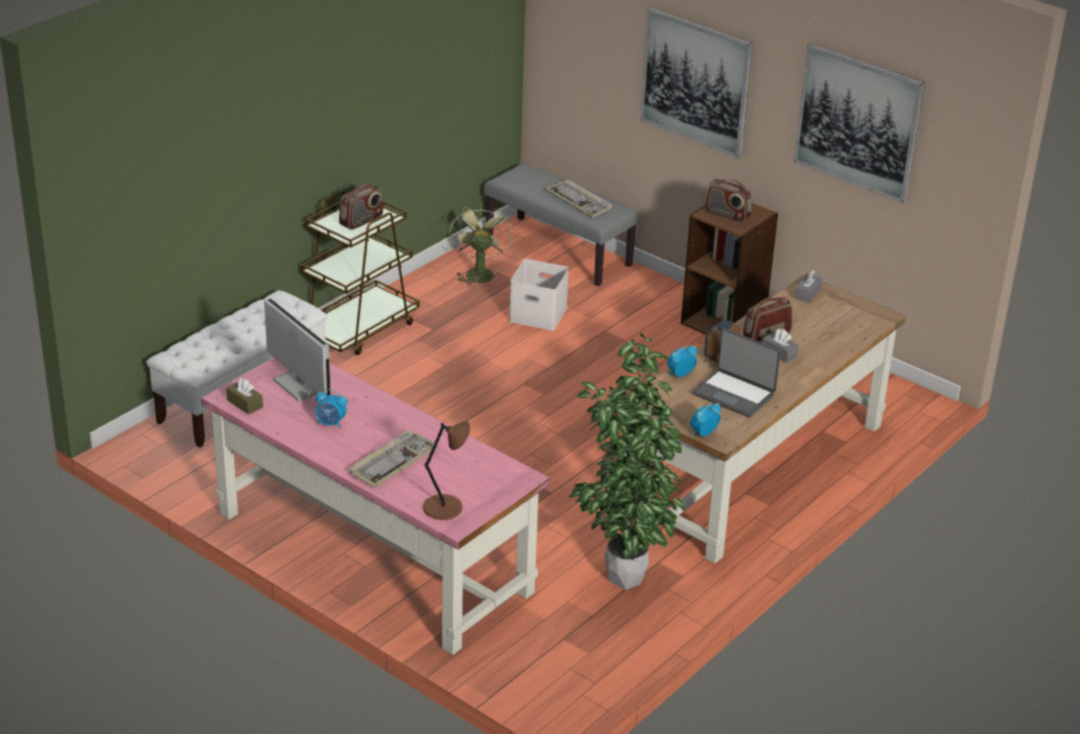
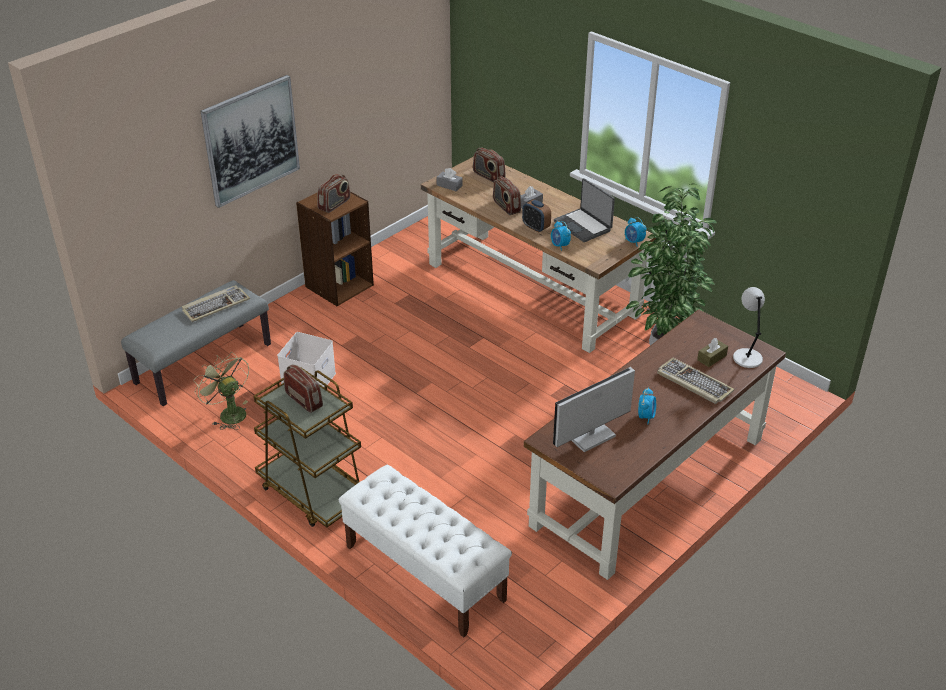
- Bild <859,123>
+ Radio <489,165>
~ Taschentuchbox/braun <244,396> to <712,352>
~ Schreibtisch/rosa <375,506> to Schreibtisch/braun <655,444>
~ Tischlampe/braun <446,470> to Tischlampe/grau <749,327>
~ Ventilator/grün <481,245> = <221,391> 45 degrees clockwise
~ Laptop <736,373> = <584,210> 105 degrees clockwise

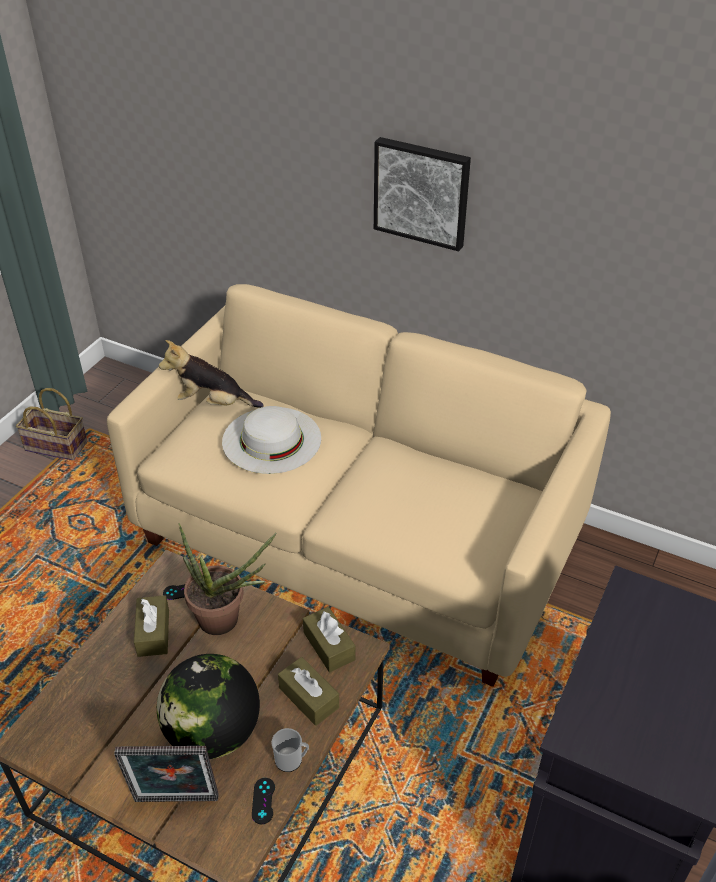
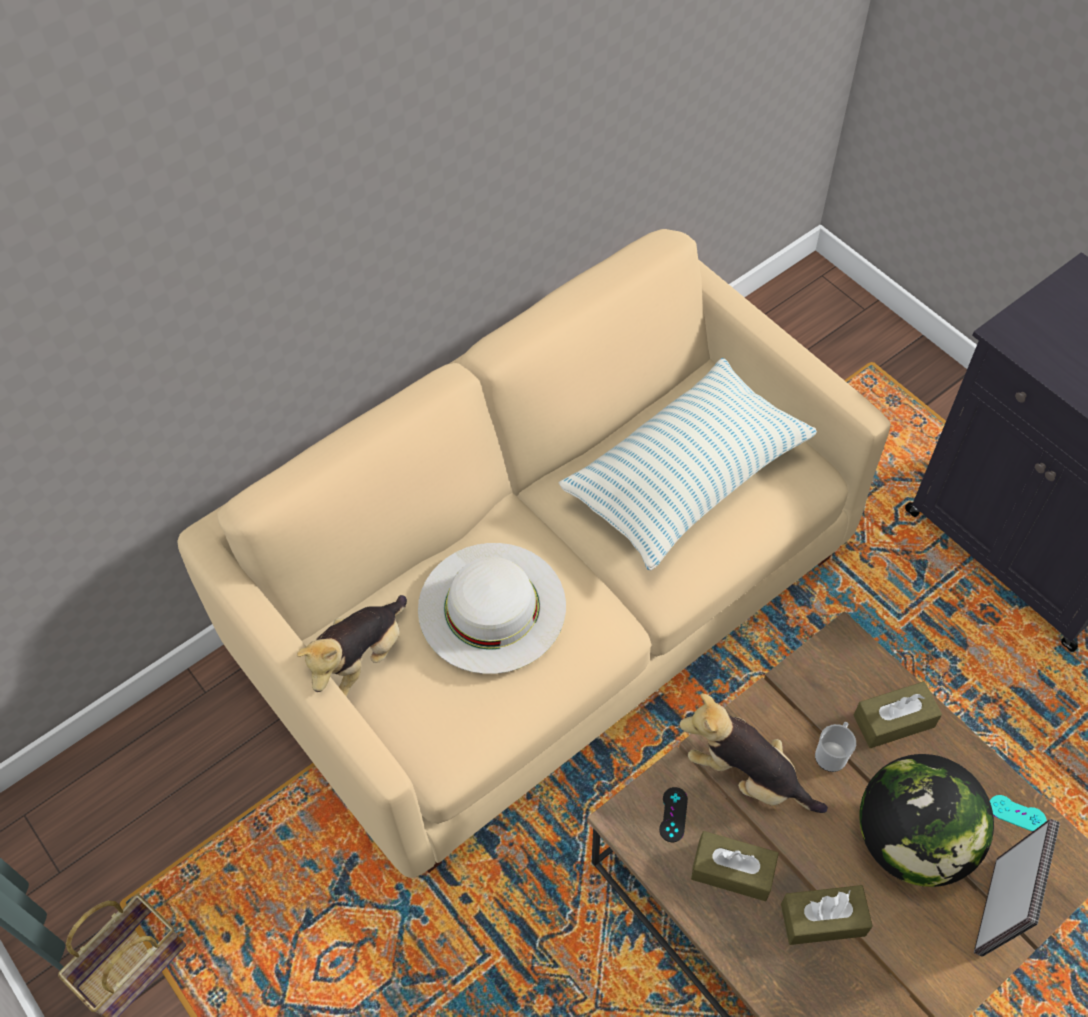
- Bild <422,194>
+ Kissen <688,464>
~ Henkelbecher <290,750> to <835,747>
~ Taschentuchbox/braun <329,639> to <827,915>
~ Topfpflanze <228,579> to Plüschtier <753,753>
~ Gamepad/schwarz <263,801> to Gamepad/türkis <1018,813>

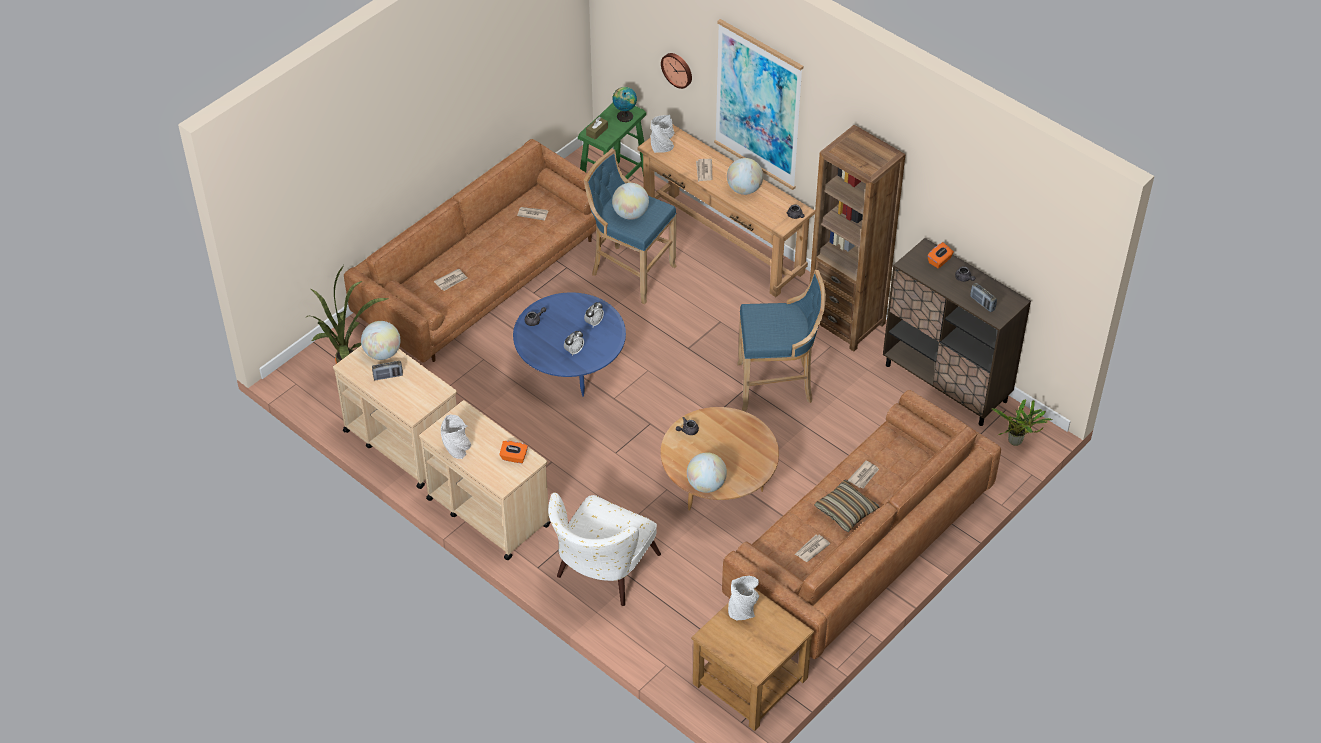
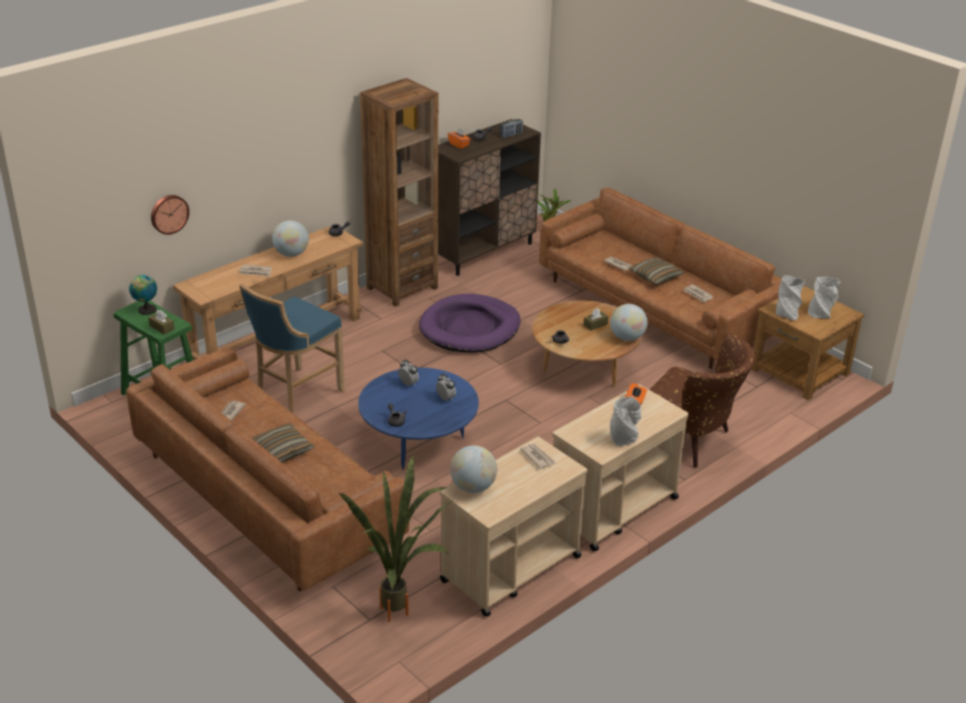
- Radio <387,370>
- Globus <630,201>
- Bild <758,104>
+ Kissen <283,442>
+ Taschentuchbox/braun <596,319>
~ Zeitung <450,279> to <538,456>
~ Vase/grau <663,134> to <824,297>
~ Hocker/blau <781,340> to Hundebett/lila <469,323>
~ Sessel/weiß <604,549> to Sessel/braun <702,400>

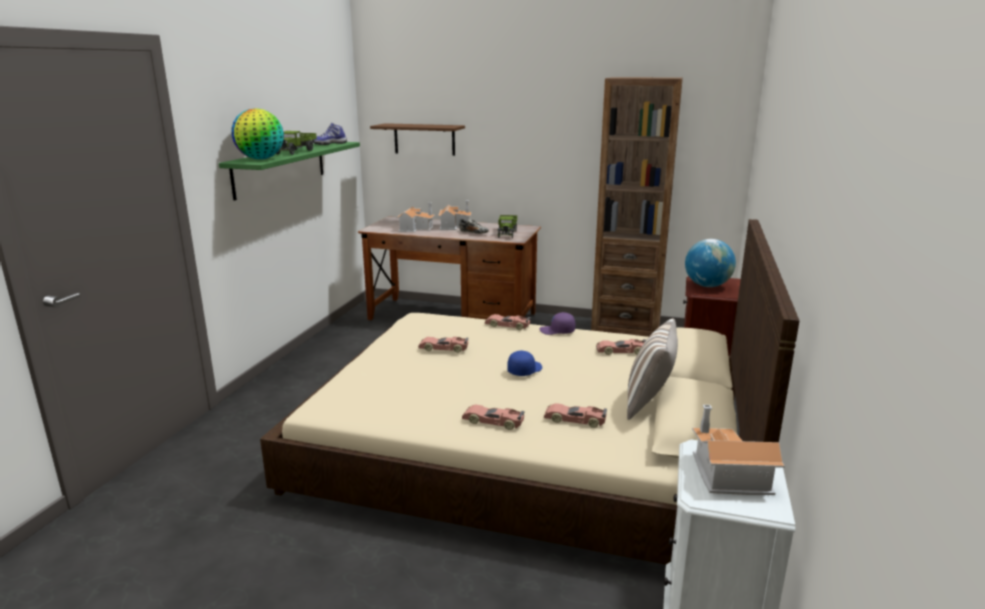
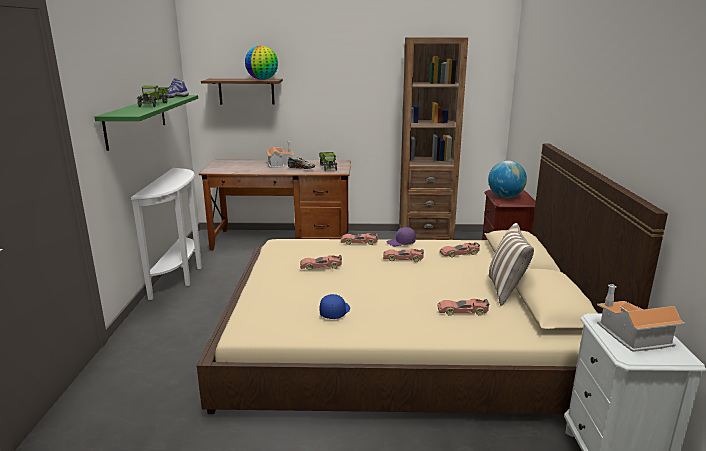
- Spielzeughaus <415,217>
+ Konsolentisch/weiß <166,234>
~ Globus <257,133> to <261,62>
~ Spielzeugauto <493,417> to <403,255>
~ Kappe/blau <524,363> to <335,306>

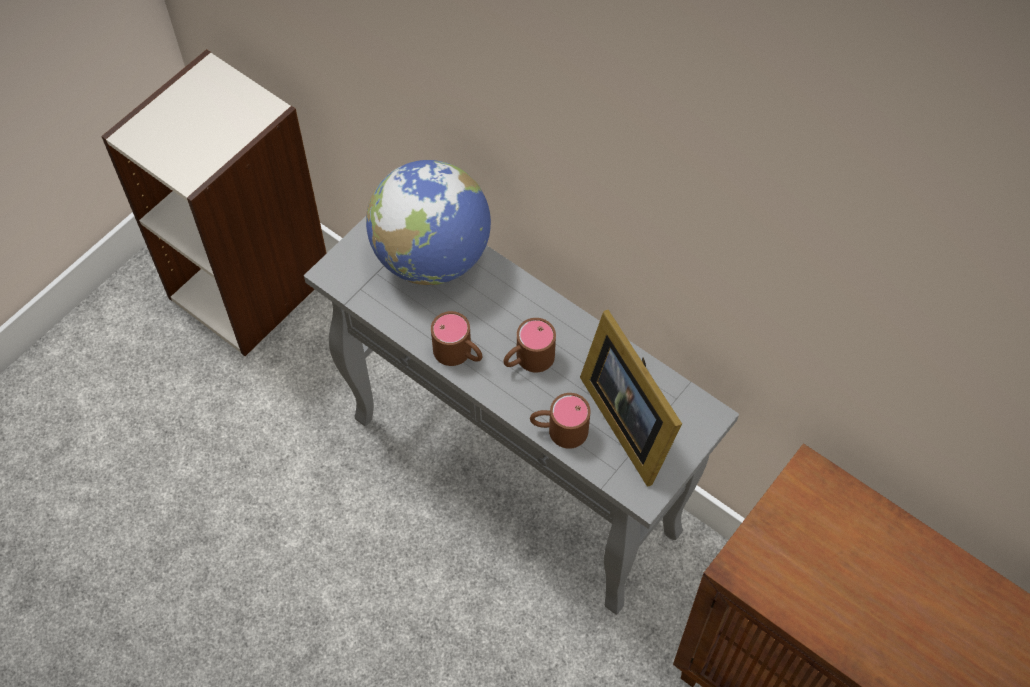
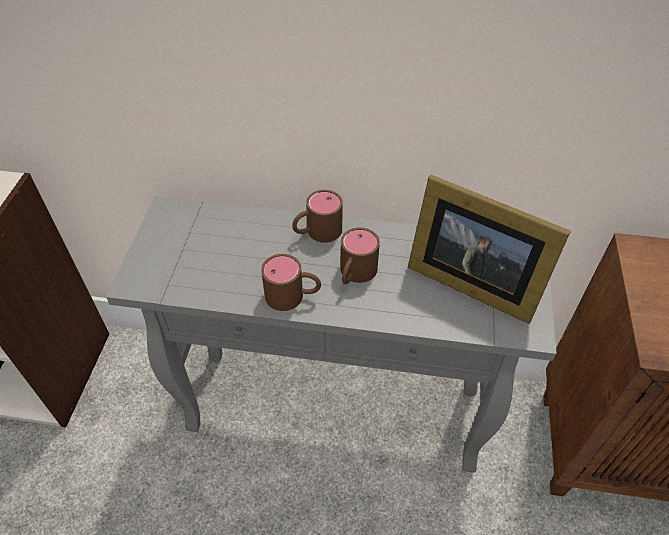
- Globus <428,222>
~ Henkelbecher/braun <560,421> to <317,216>

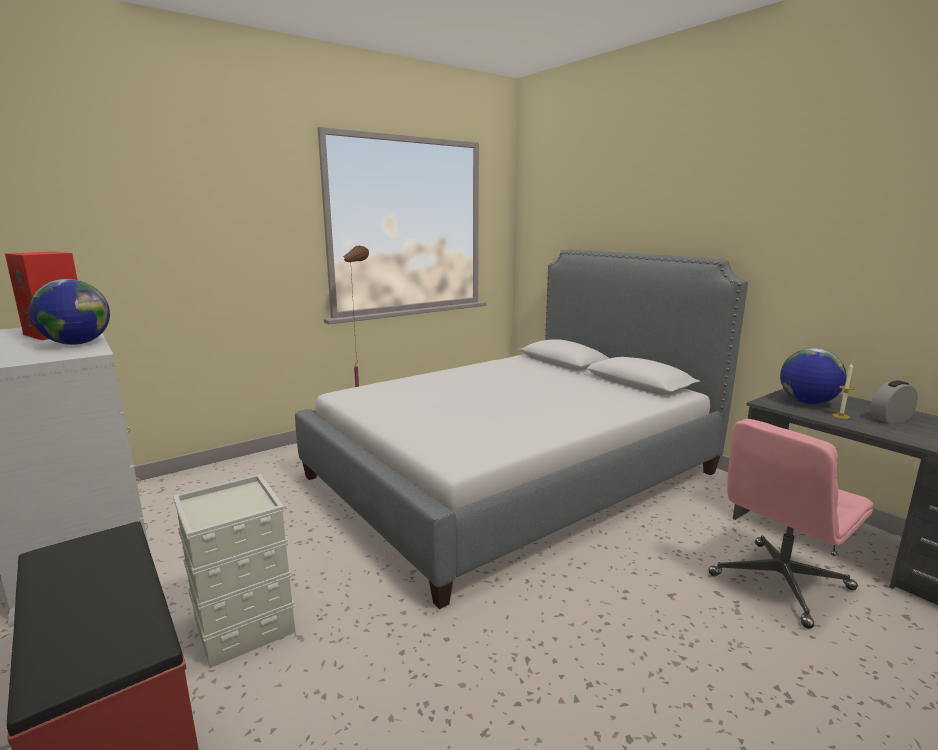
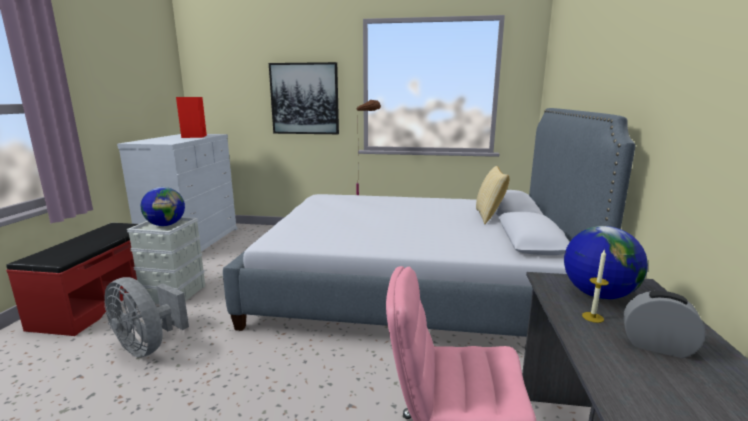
+ Ventilator/grau <147,317>
+ Bild <304,98>
+ Kissen <492,195>
~ Globus <69,312> to <163,206>

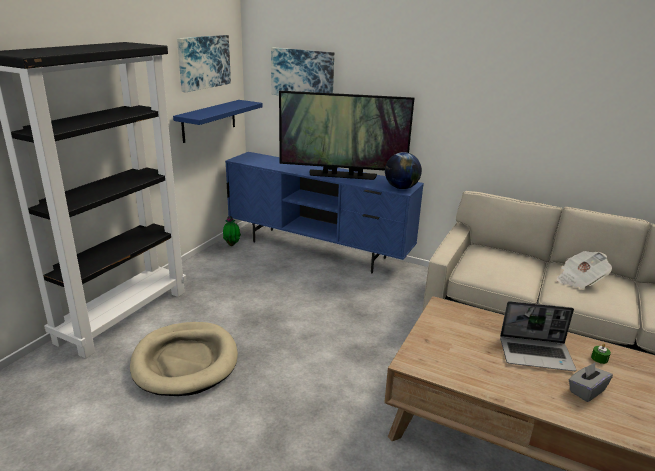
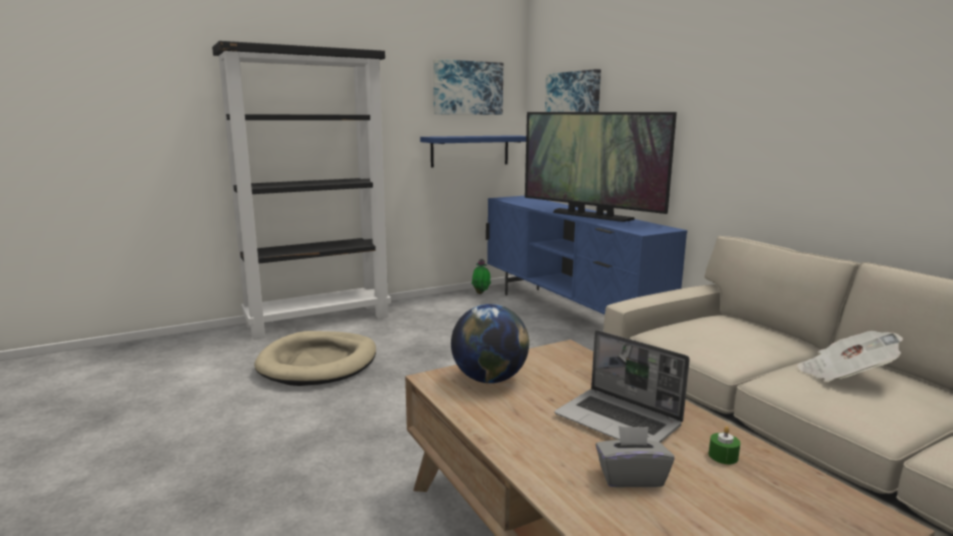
~ Globus <403,170> to <490,343>

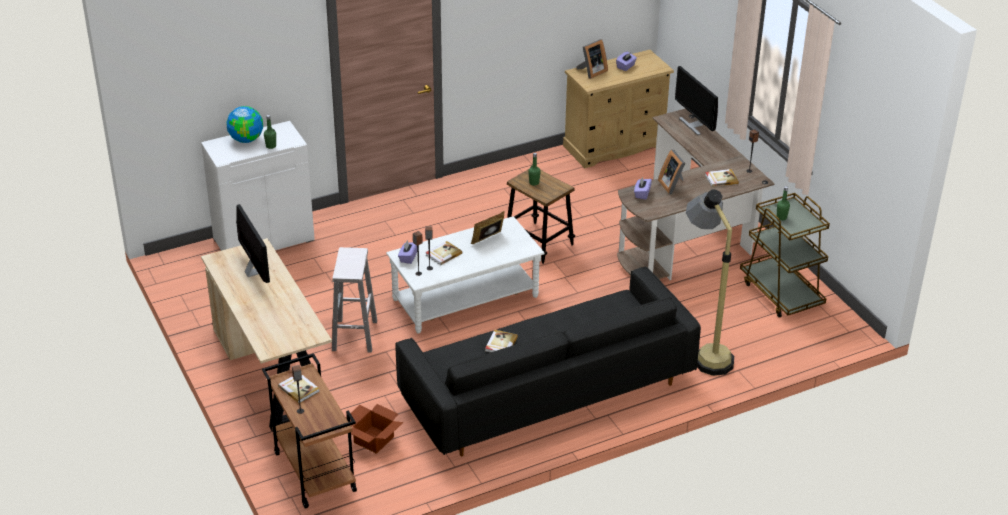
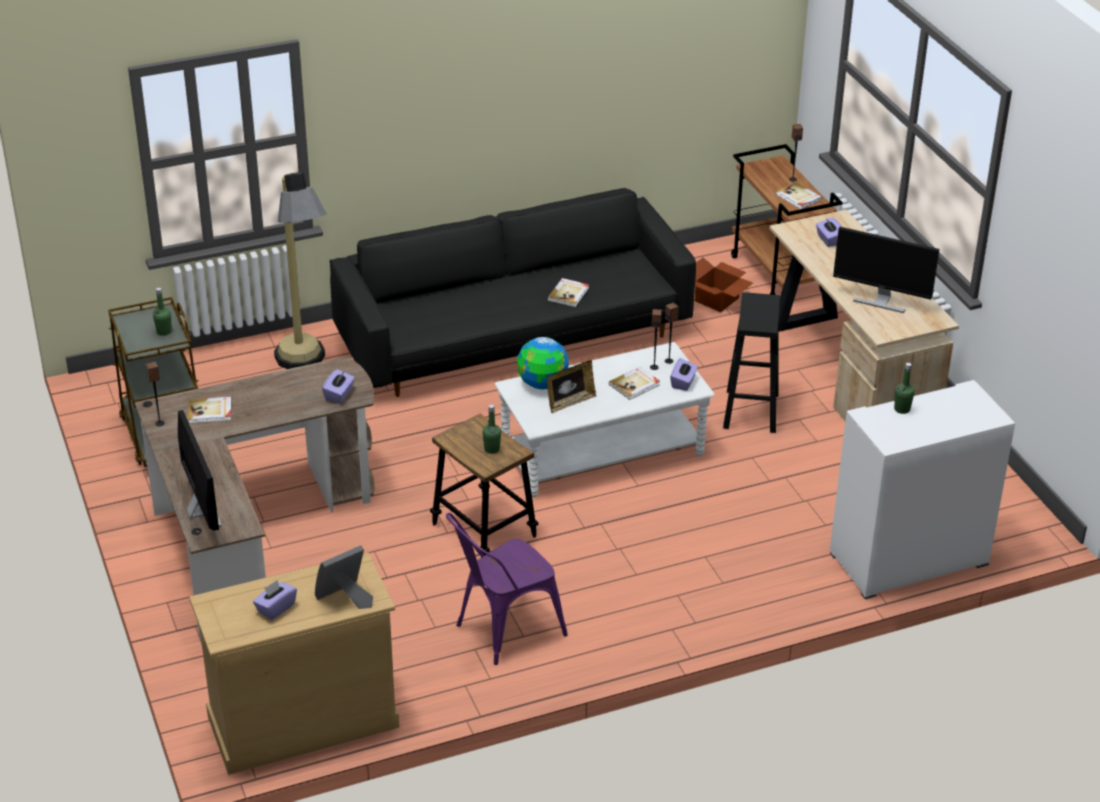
- Bilderrahmen <671,171>
+ Stuhl/lila <507,589>
+ Taschentuchbox/lila <829,232>
~ Globus <244,124> to <543,363>
~ Hocker/weiß <354,300> to Hocker/schwarz <751,362>
~ Monitor <253,243> = <886,270> 45 degrees counterclockwise

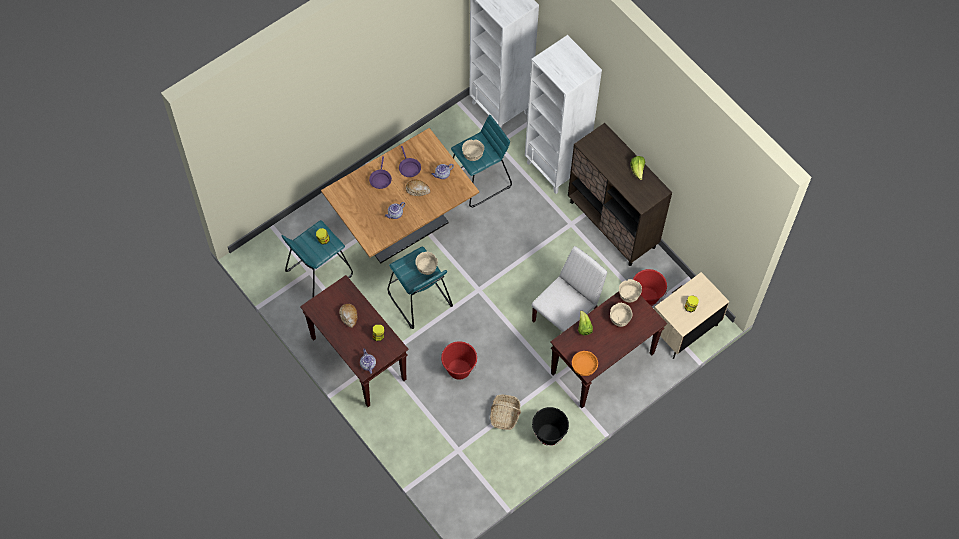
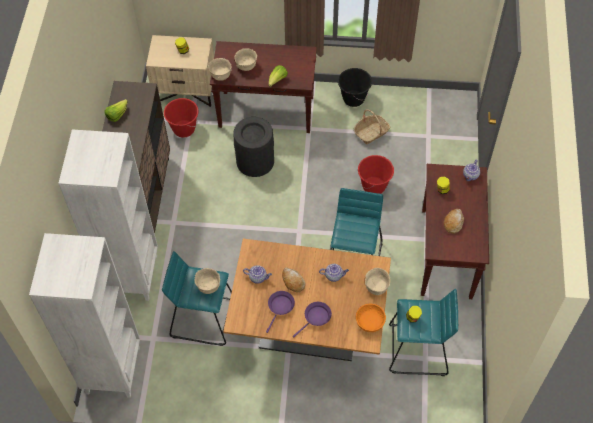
~ Schüssel/beige <426,263> to <378,281>
~ Schüssel/orange <585,363> to <371,318>
~ Stuhl/weiß <569,289> to Mülleimer/schwarz <253,147>

